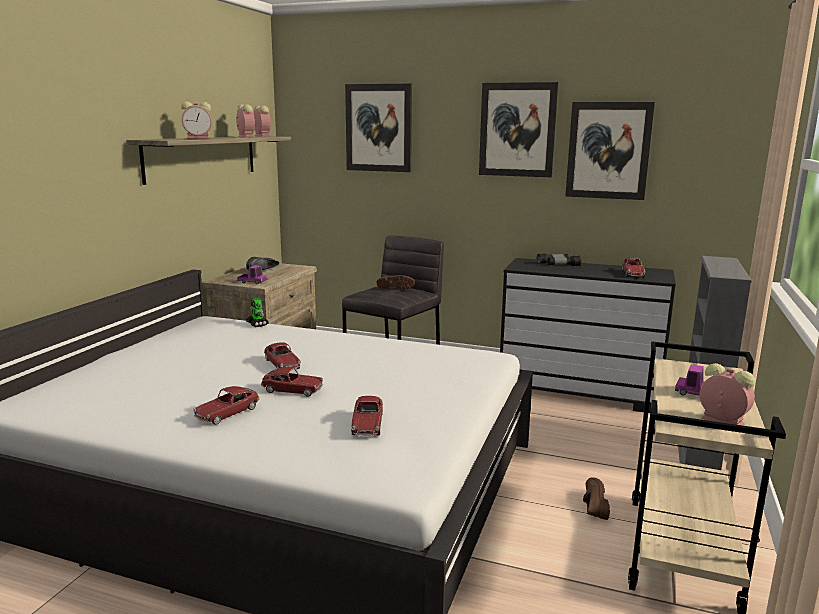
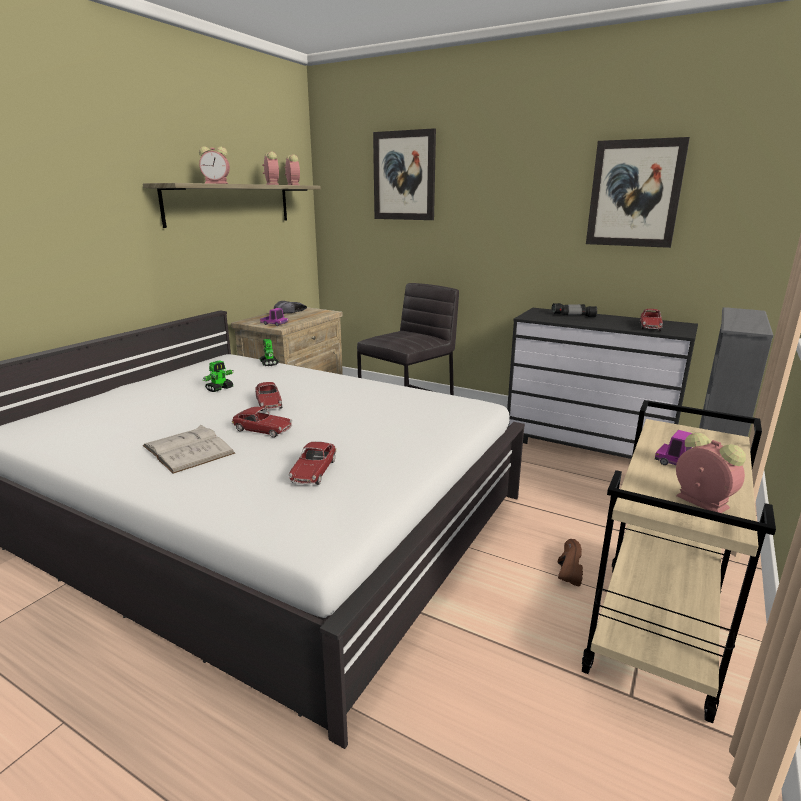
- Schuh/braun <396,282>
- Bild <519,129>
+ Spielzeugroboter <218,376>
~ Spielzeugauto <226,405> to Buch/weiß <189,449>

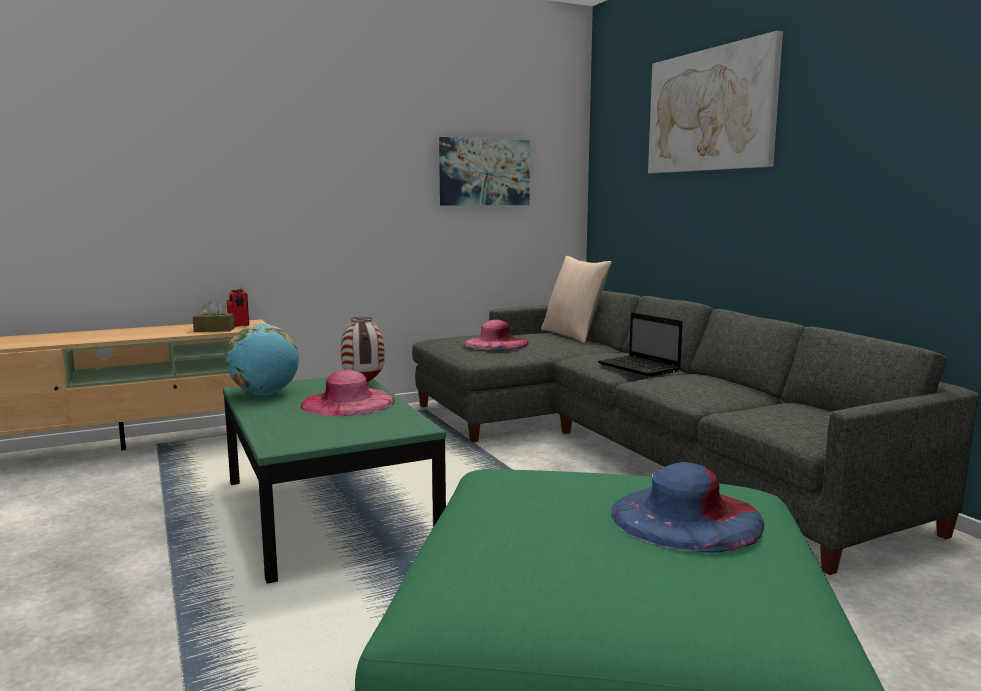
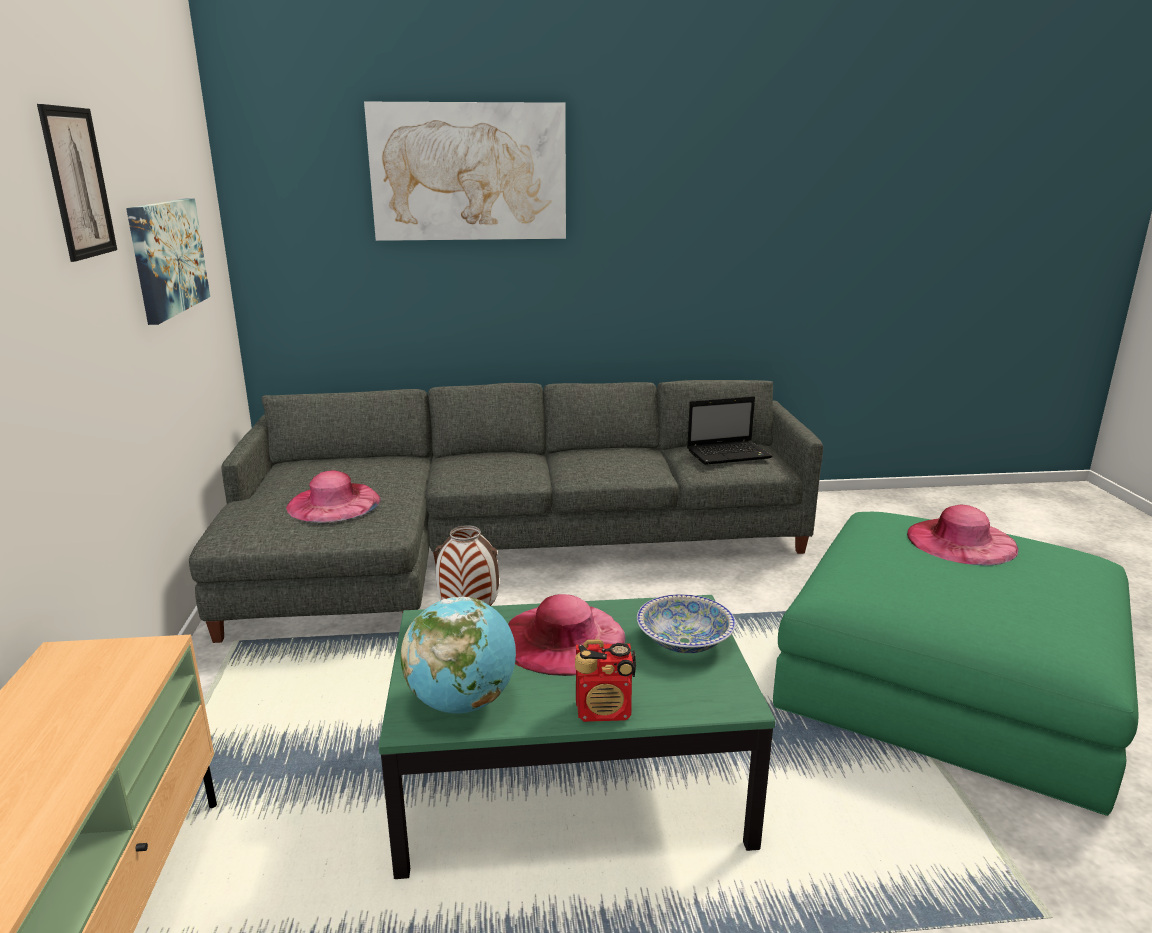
- Taschentuchbox/braun <214,316>
- Kissen/beige <576,299>
+ Bild <77,183>
+ Schüssel <686,623>
~ Radio <238,306> to <605,680>
~ Laptop <640,344> to <729,430>
~ Hut/blau <687,507> to Hut/rosa <962,535>

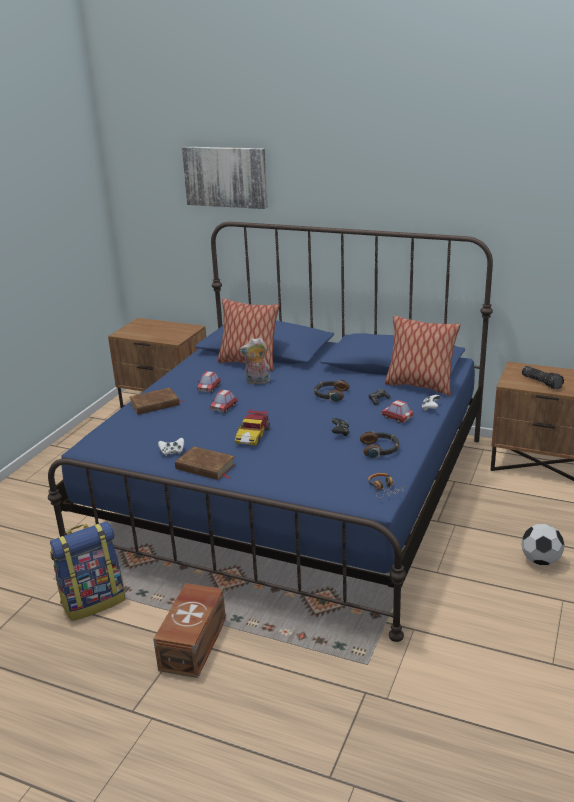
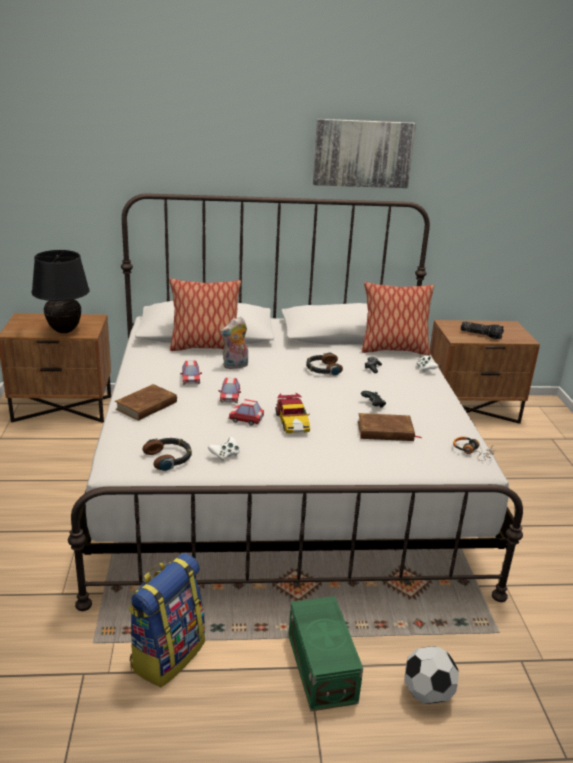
+ Tischlampe/schwarz <60,291>
~ Buch/braun <205,463> to <390,427>
~ Bild <225,178> to <364,153>
~ Kopfhörer <379,445> to <167,454>
~ Spielzeugauto <397,411> to <246,412>
~ Fußball <543,544> to <431,675>
~ Bett/blau <270,432> to Bett/weiß <295,402>
~ Aufbewahrungsbox/braun <189,630> to Aufbewahrungsbox/grün <326,653>

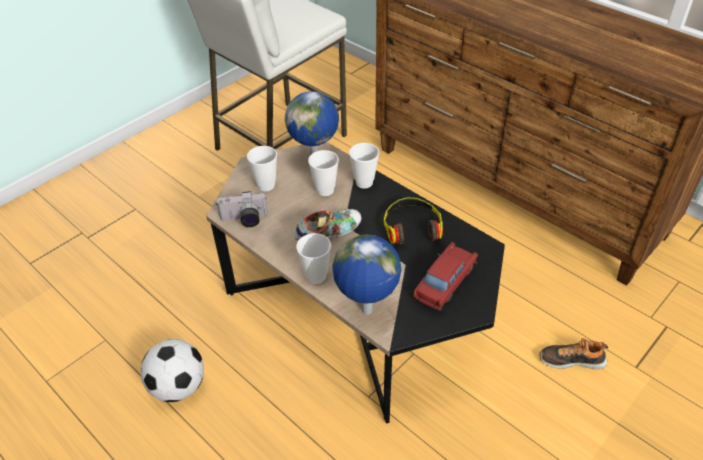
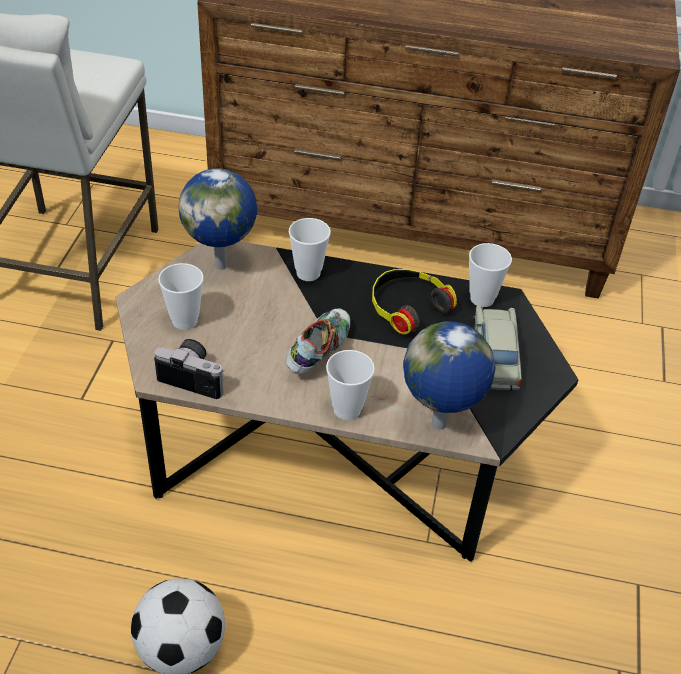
- Schuh <573,353>
~ Tasse <323,173> to <490,275>
~ Spielzeugauto/rot <445,276> to Spielzeugauto/beige <497,348>
~ Kamera <242,209> = <189,369> 120 degrees counterclockwise

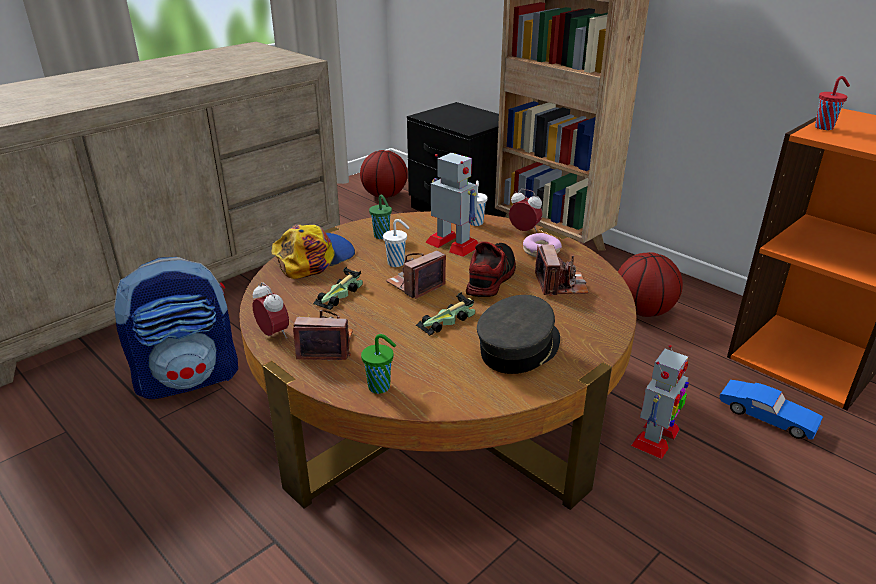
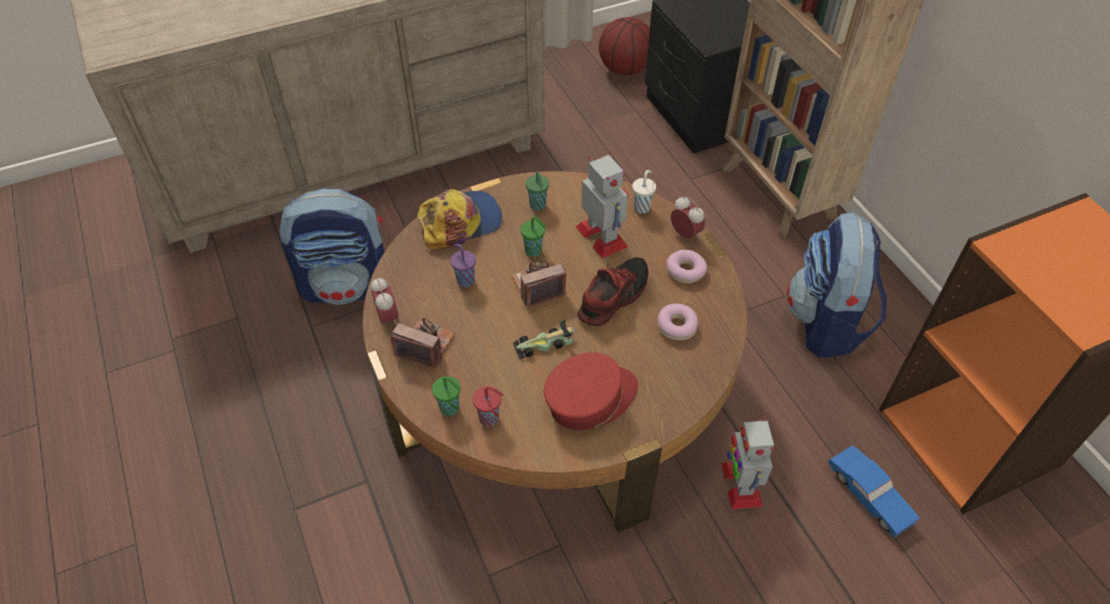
~ Tasse/rot <832,103> to <488,406>
~ Spielzeugauto <338,288> to Tasse/lila <463,266>
~ Kamera <562,270> to Donut <677,322>
~ Basketball <650,284> to Rucksack <836,284>
~ Tasse/weiß <396,243> to Tasse/grün <533,237>
~ Kappe/grau <518,334> to Kappe/rot <591,391>
~ Spielzeugroboter <660,402> = <747,463> 120 degrees clockwise

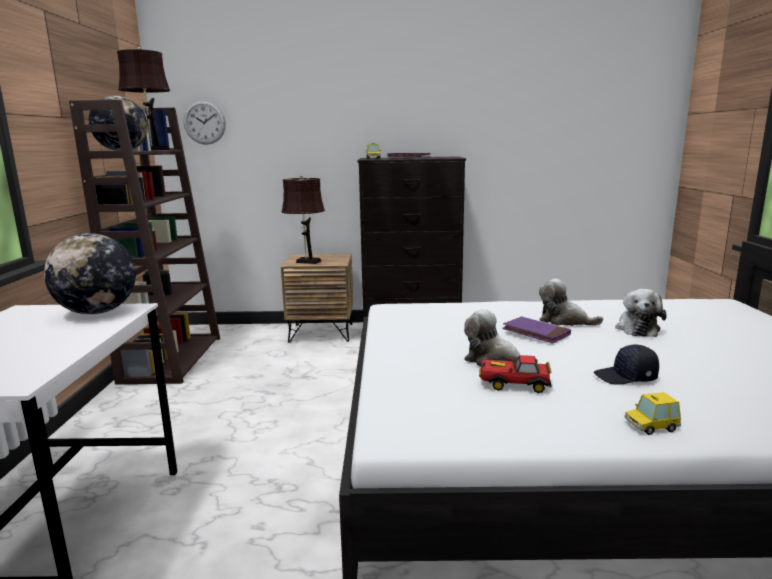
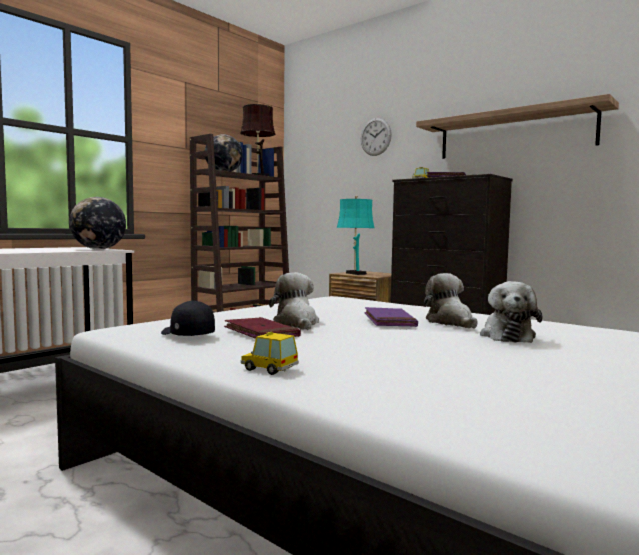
+ Wandregal <517,126>
~ Wanduhr <204,123> to <376,137>
~ Kappe/schwarz <626,365> to <188,318>
~ Spielzeugauto <515,374> to Buch/rot <262,328>
~ Tischlampe/braun <303,219> to Tischlampe/türkis <356,235>
~ Plüschtier <641,313> = <511,312> 45 degrees counterclockwise

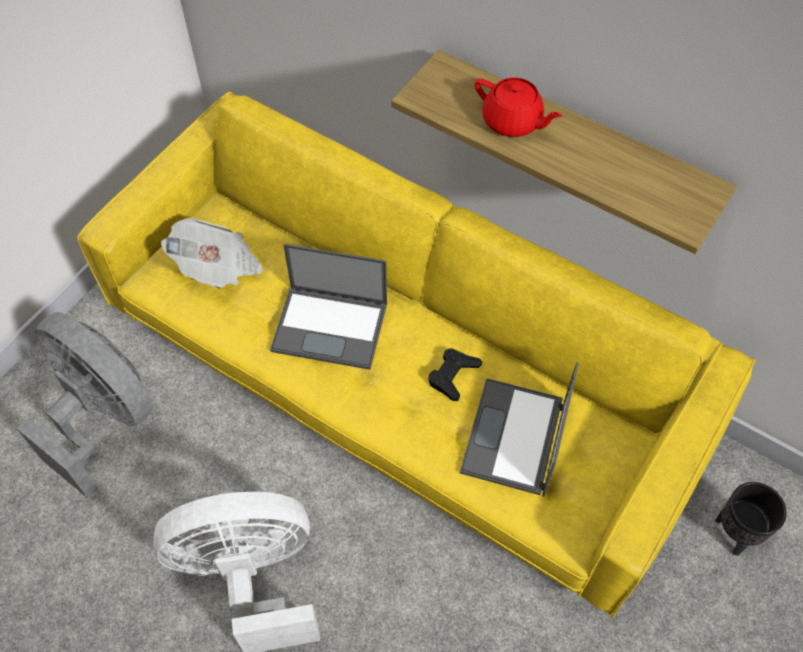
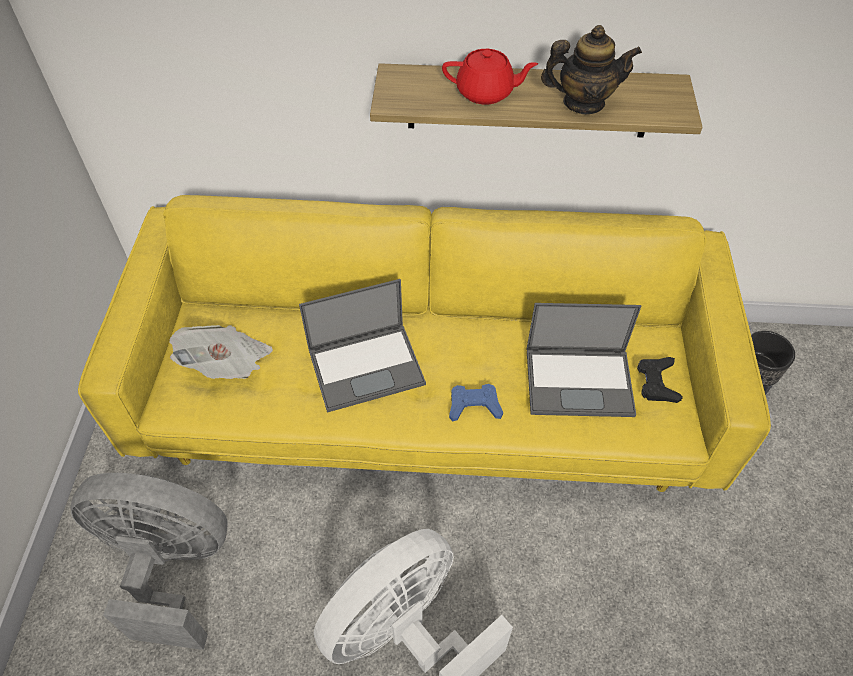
+ Gamepad/blau <476,402>
+ Teekanne <591,69>
~ Gamepad/schwarz <455,374> to <660,380>
~ Laptop <519,429> = <583,360> 75 degrees counterclockwise

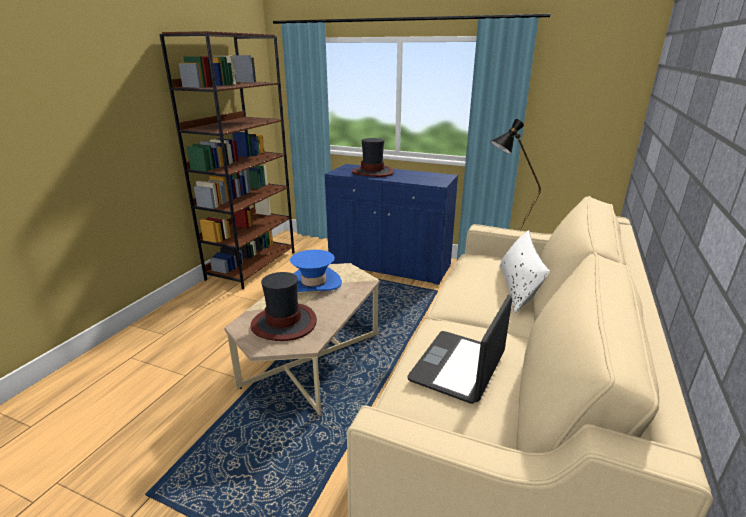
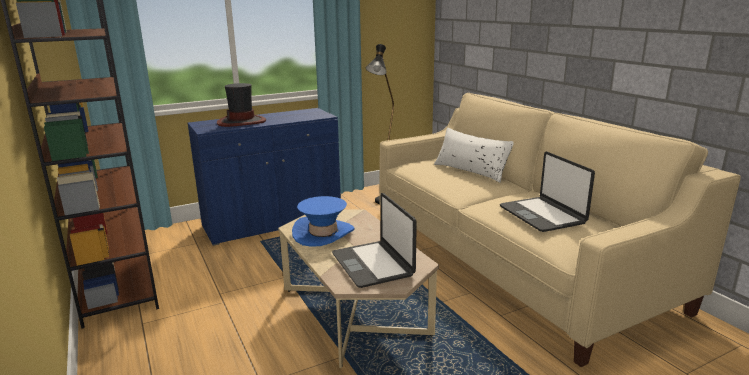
~ Hut <283,306> to Laptop <374,240>

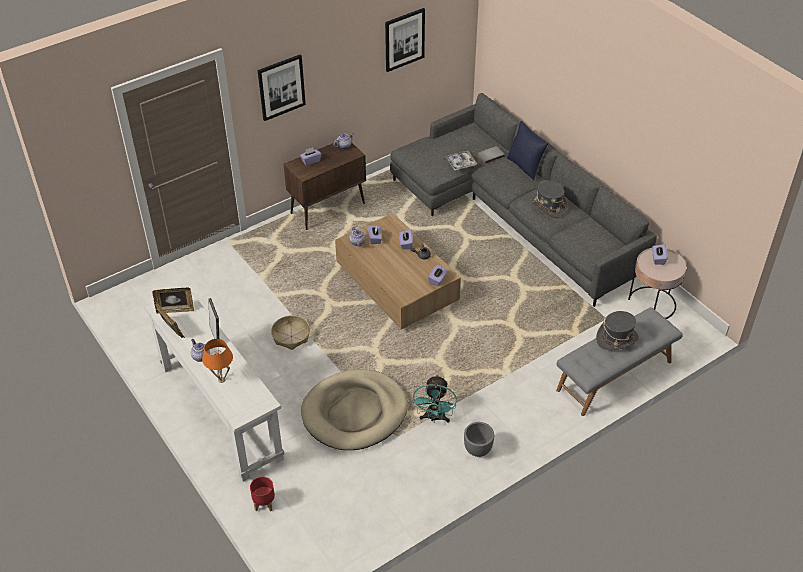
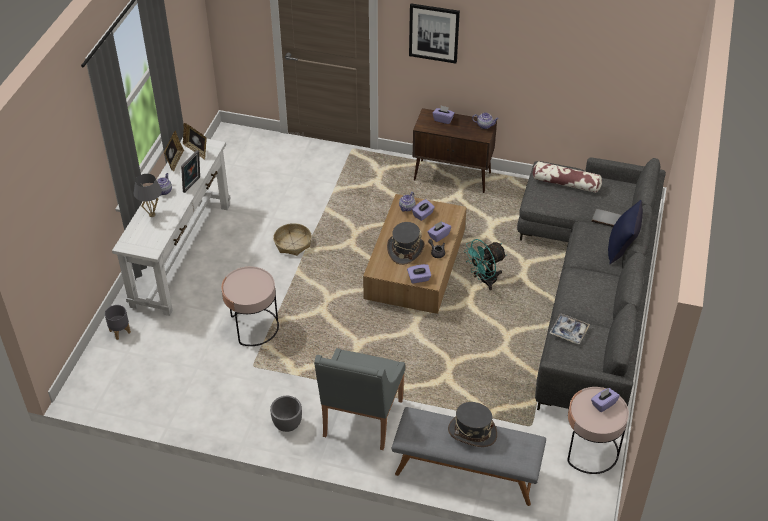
- Bild <405,40>
+ Sessel/grau <359,399>
+ Kissen <567,177>
~ Ventilator/türkis <434,398> to <485,264>
~ Tablett <461,161> to <570,328>
~ Hut/grau <549,199> to <406,243>
~ Hundebett/beige <354,409> to Beistelltisch/rosa <250,306>
~ Tischlampe/orange <217,361> to Tischlampe/grau <148,195>
~ Pflanzkübel/rot <262,494> to Pflanzkübel/grau <118,322>

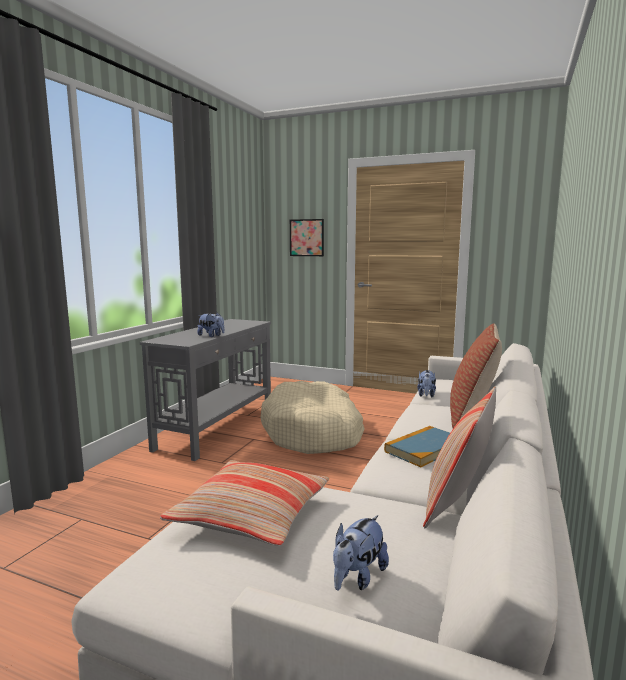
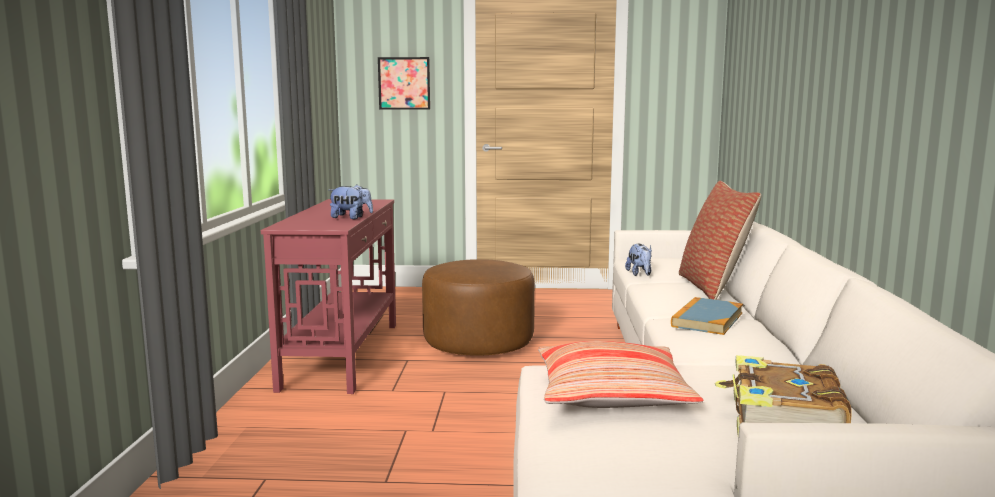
- Kissen <459,457>
~ Hundebett/beige <313,417> to Polsterhocker/braun <478,307>
~ Plüschtier <361,552> to Buch <783,395>
~ Konsolentisch/grau <205,390> to Konsolentisch/rot <328,296>

